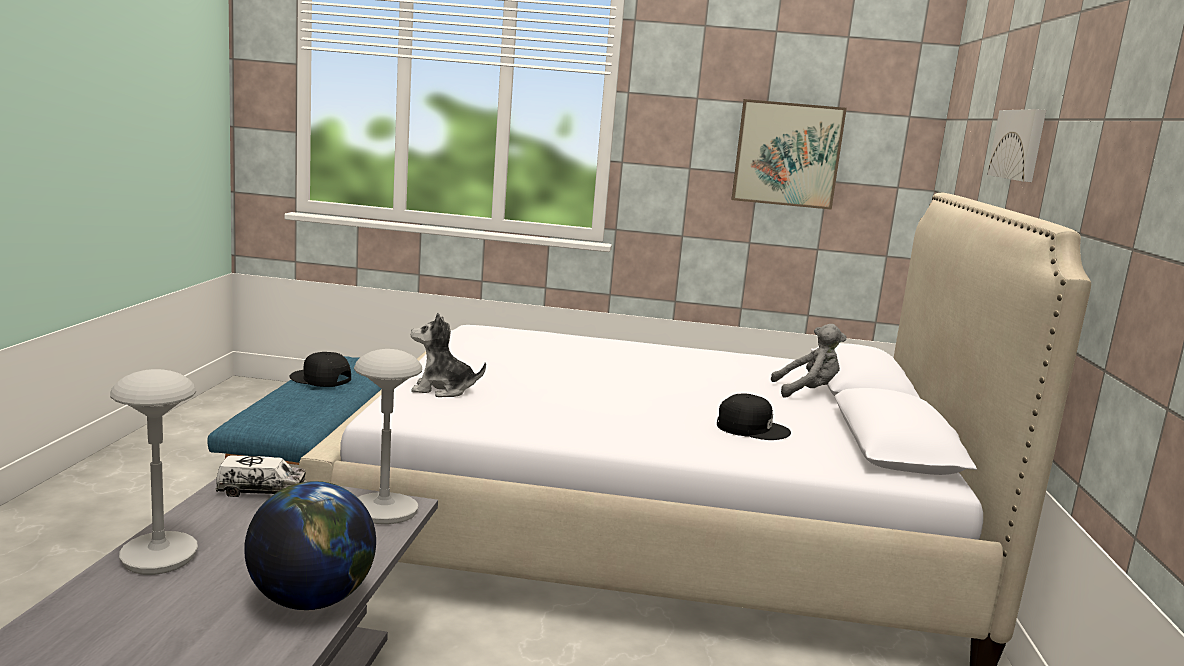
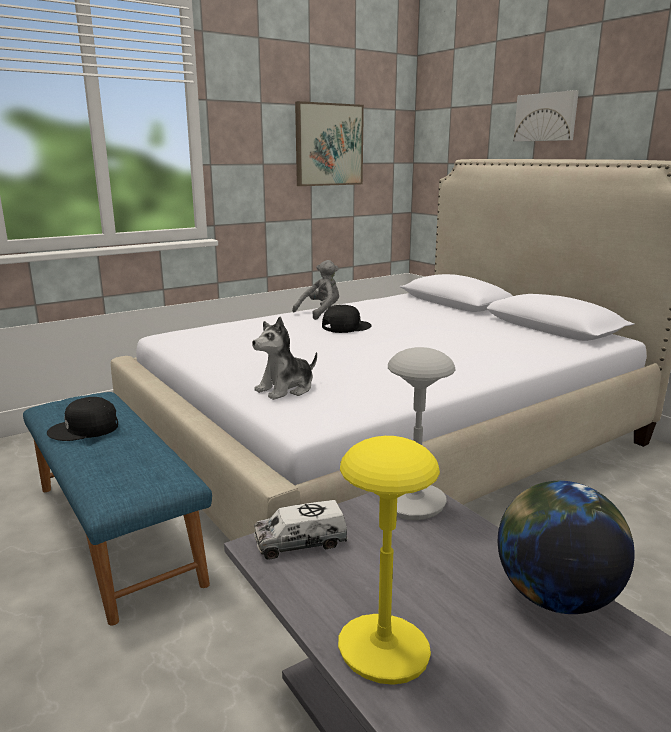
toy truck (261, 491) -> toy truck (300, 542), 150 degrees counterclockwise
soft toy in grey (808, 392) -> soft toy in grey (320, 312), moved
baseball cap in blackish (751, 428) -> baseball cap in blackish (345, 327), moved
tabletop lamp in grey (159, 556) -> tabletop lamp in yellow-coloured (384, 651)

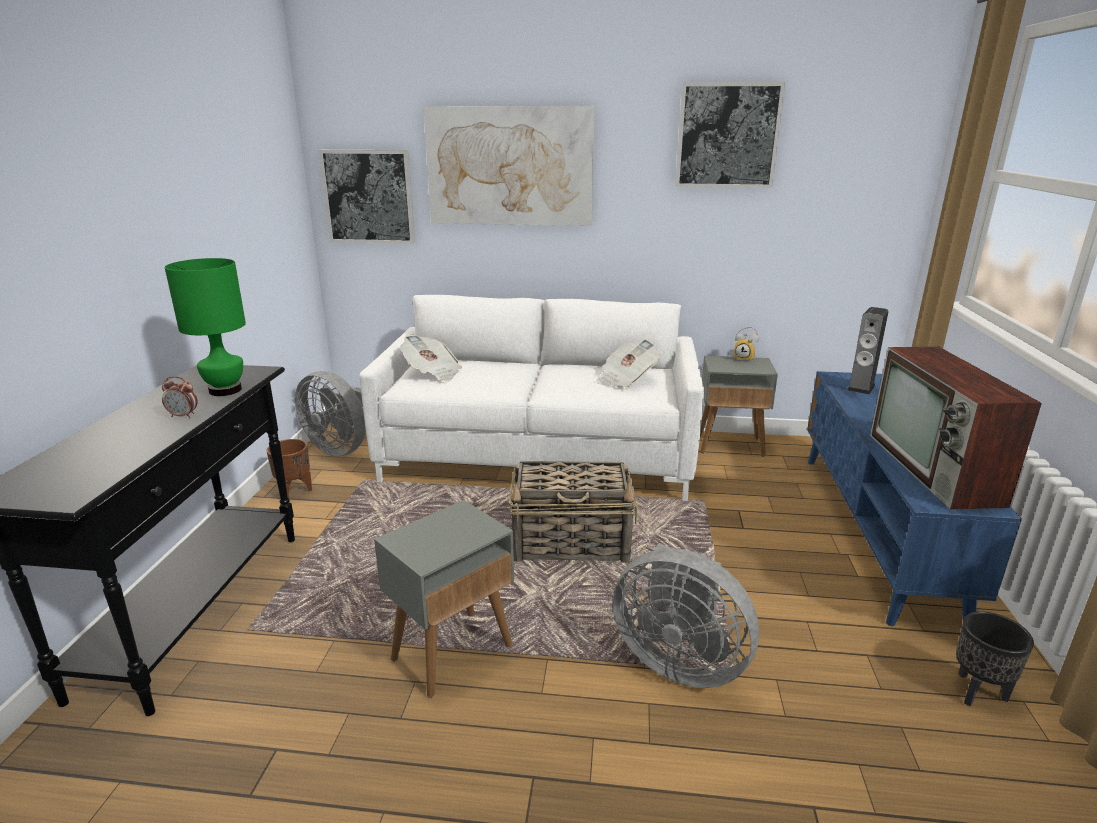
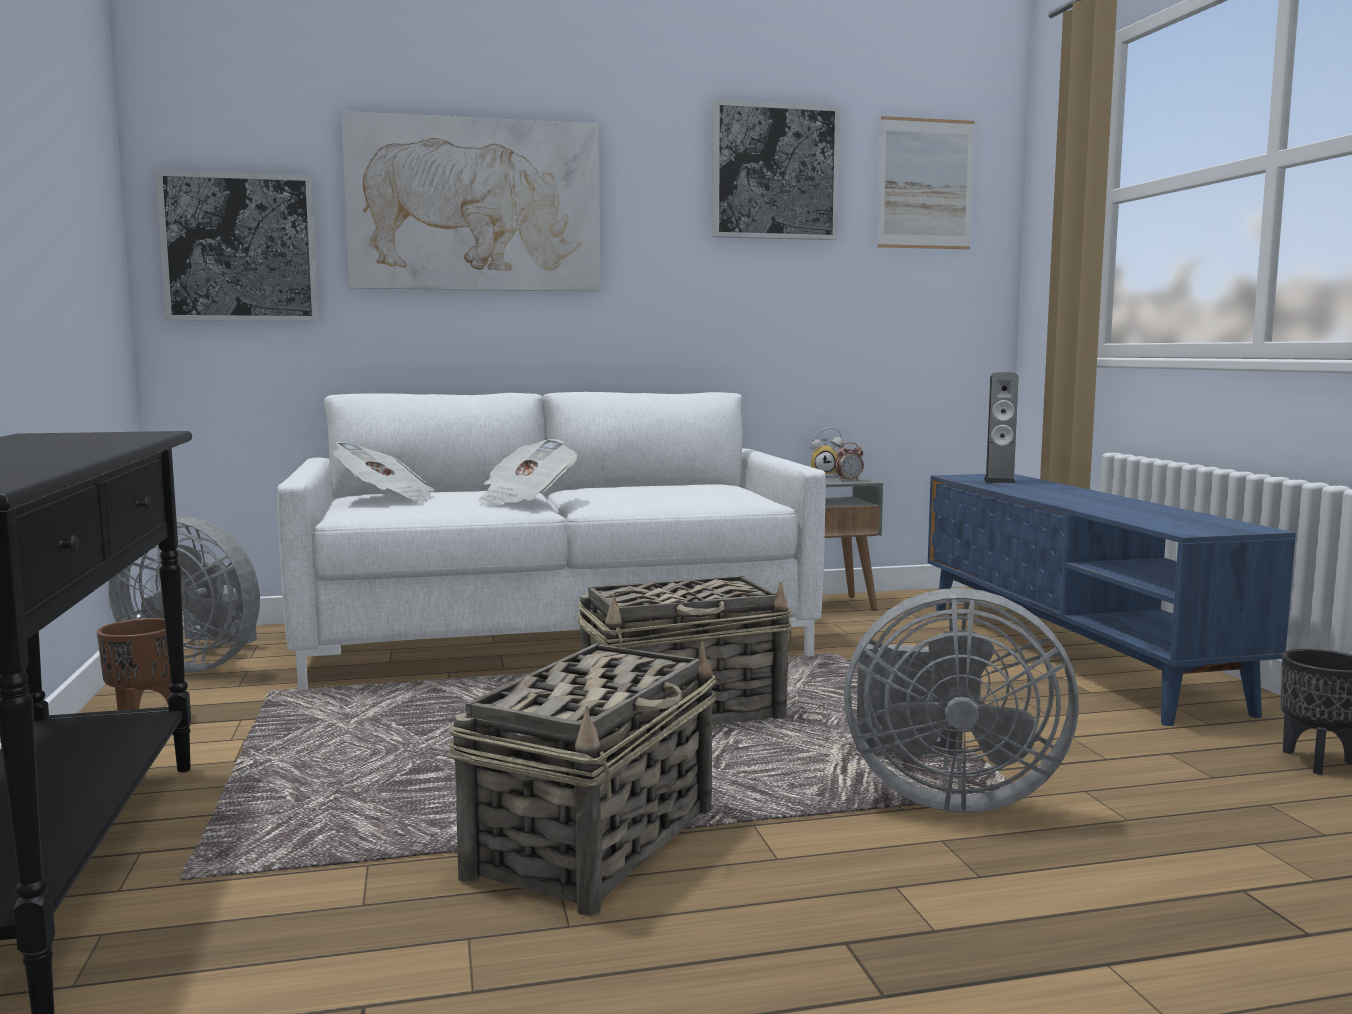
end table in grey (453, 651) -> storage basket (595, 842)
printed paper (626, 379) -> printed paper (525, 499), moved
alarm clock (183, 416) -> alarm clock (849, 480), moved
none -> picture (925, 184)
tabletop lamp in green (226, 390) -> none
television (935, 469) -> none

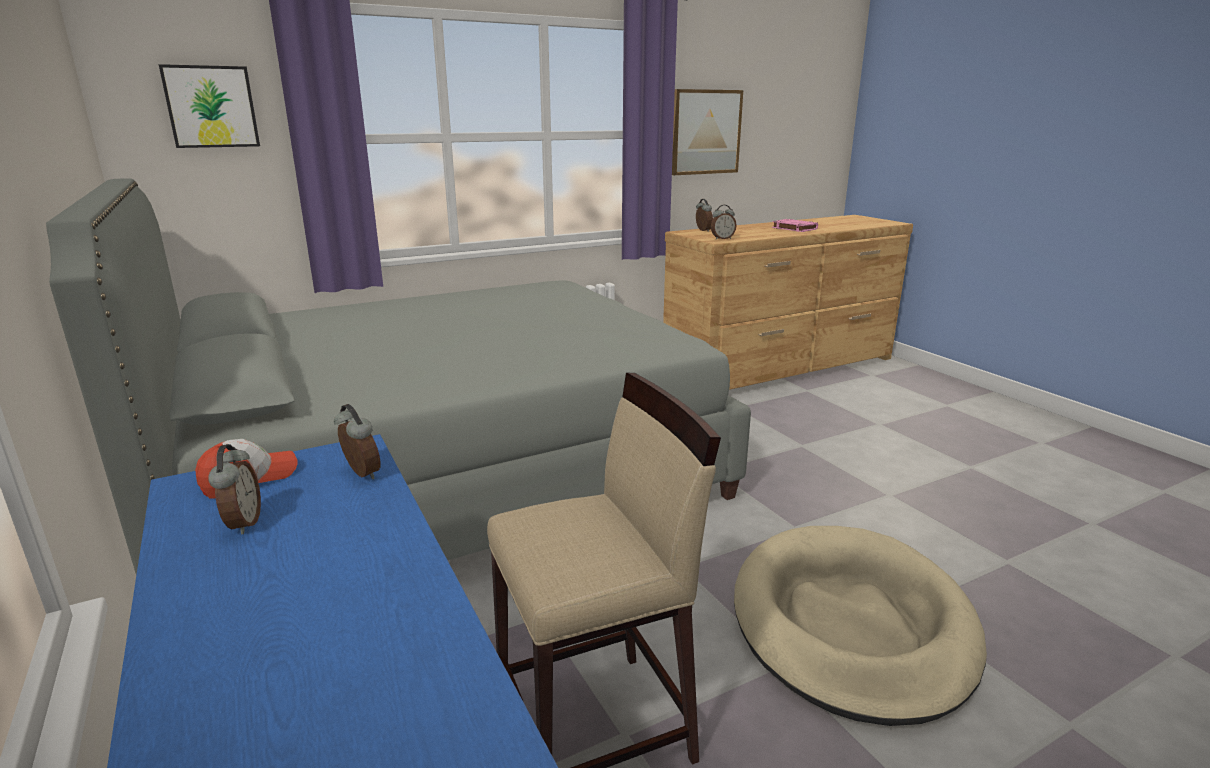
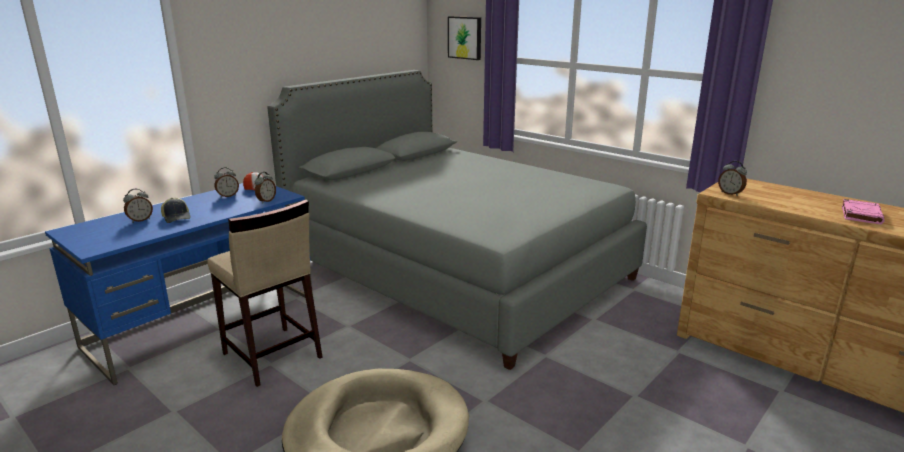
alarm clock (702, 230) -> alarm clock (140, 220), moved
none -> baseball cap (177, 217)
picture (705, 132) -> none

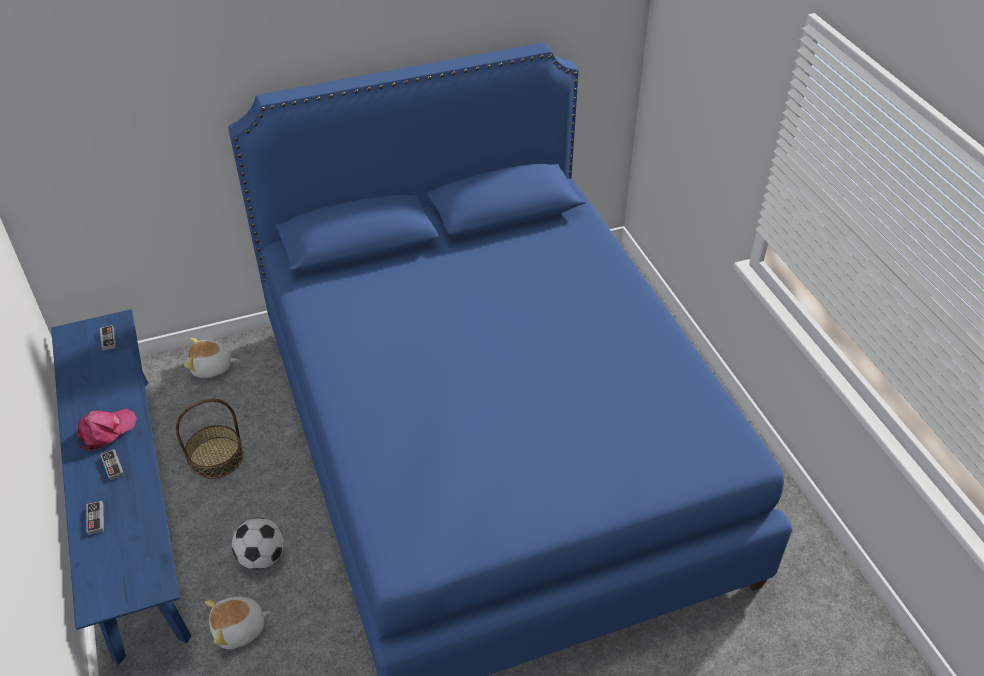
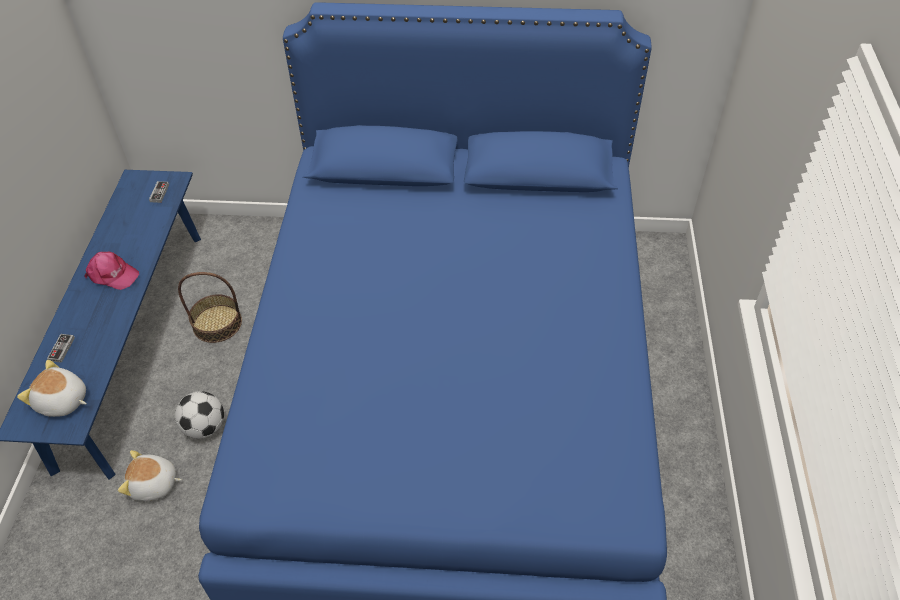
soft toy (211, 368) -> soft toy (62, 401), moved
baseball cap in pinkish (106, 431) -> baseball cap in pinkish (112, 274), 45 degrees clockwise
game controller (112, 466) -> none

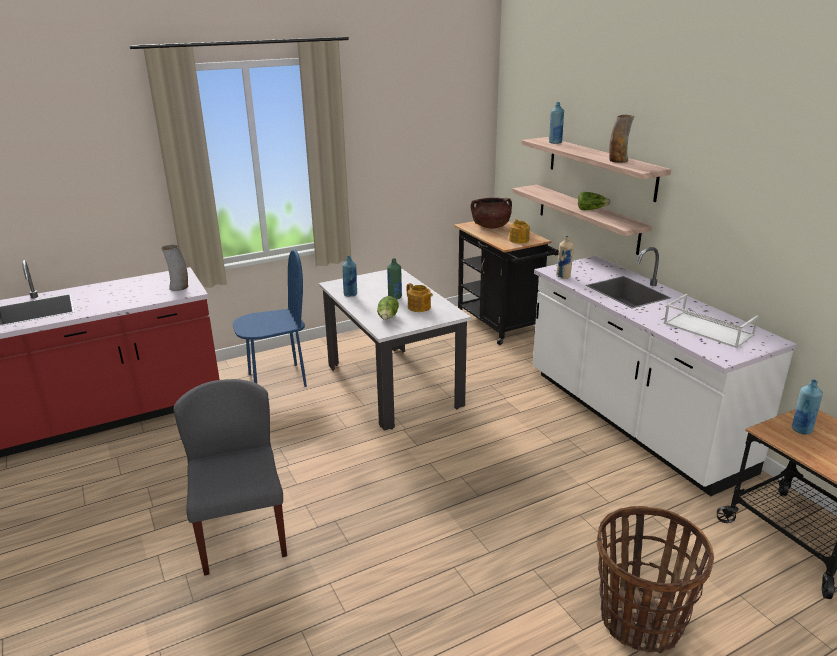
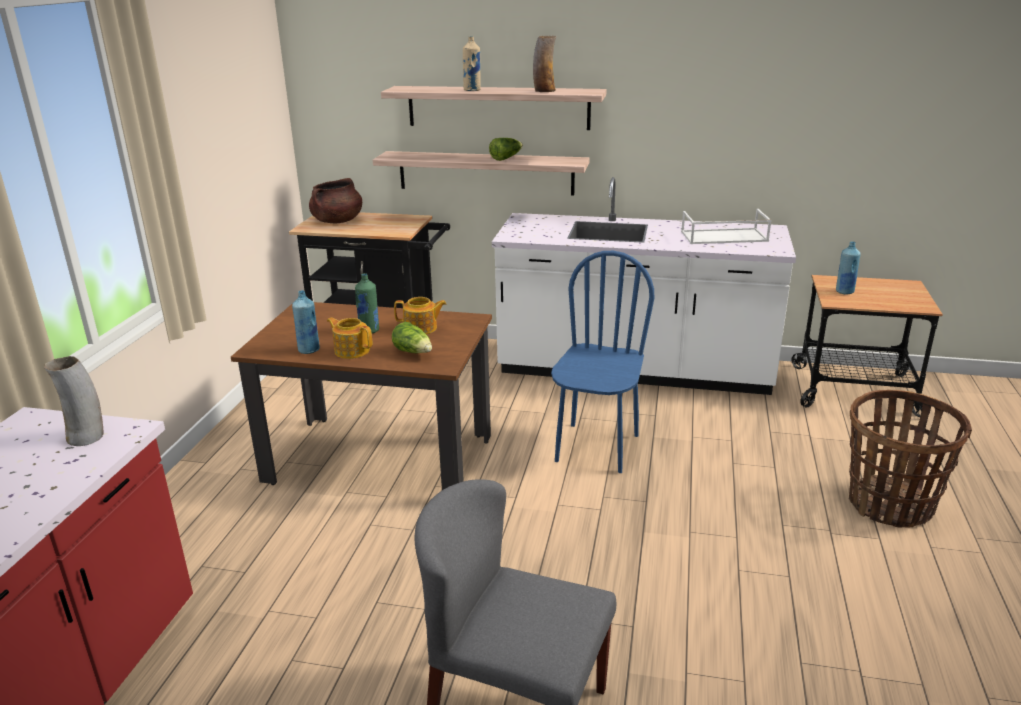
dinner table in white-coloured (393, 385) -> dinner table in brown (380, 459)
pot for tea (519, 240) -> pot for tea (351, 350), moved
drink bottle in sand-coloured (563, 276) -> drink bottle in sand-coloured (472, 90), moved
upright chair in blue (277, 379) -> upright chair in blue (596, 448), moved
drink bottle in blue (555, 142) -> none

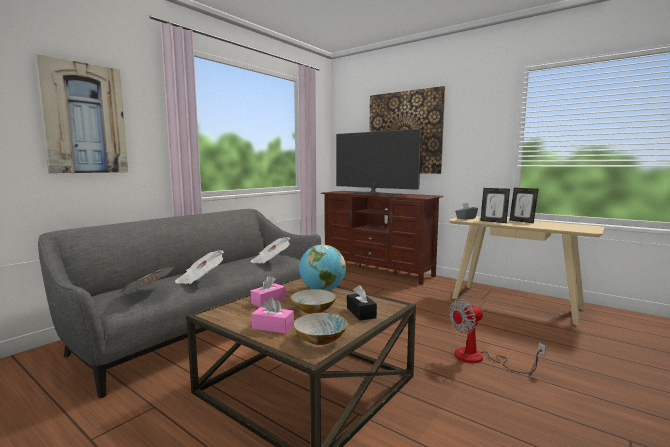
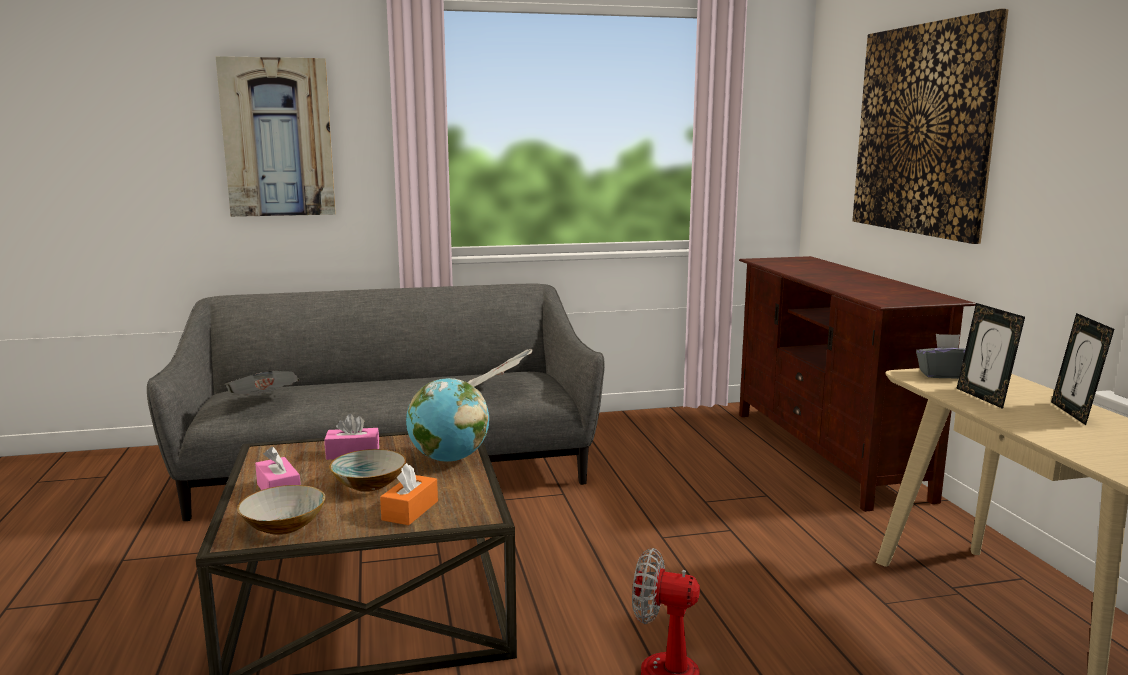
box of tissues in blackish (361, 313) -> box of tissues in orangey (410, 510)
printed paper (200, 279) -> none
television (374, 194) -> none

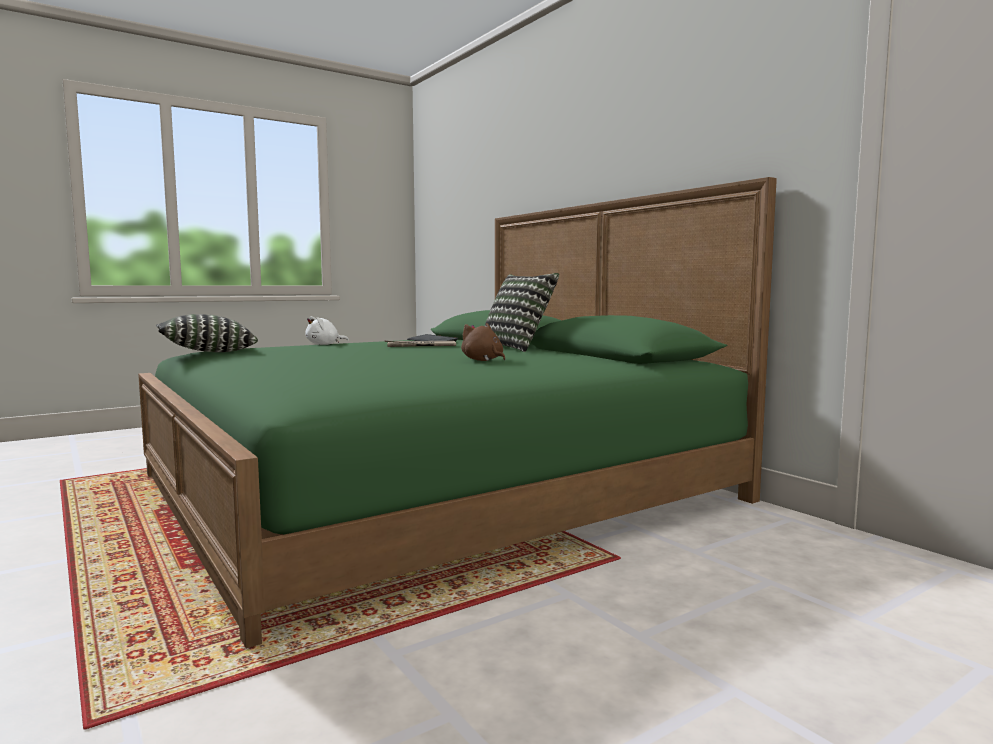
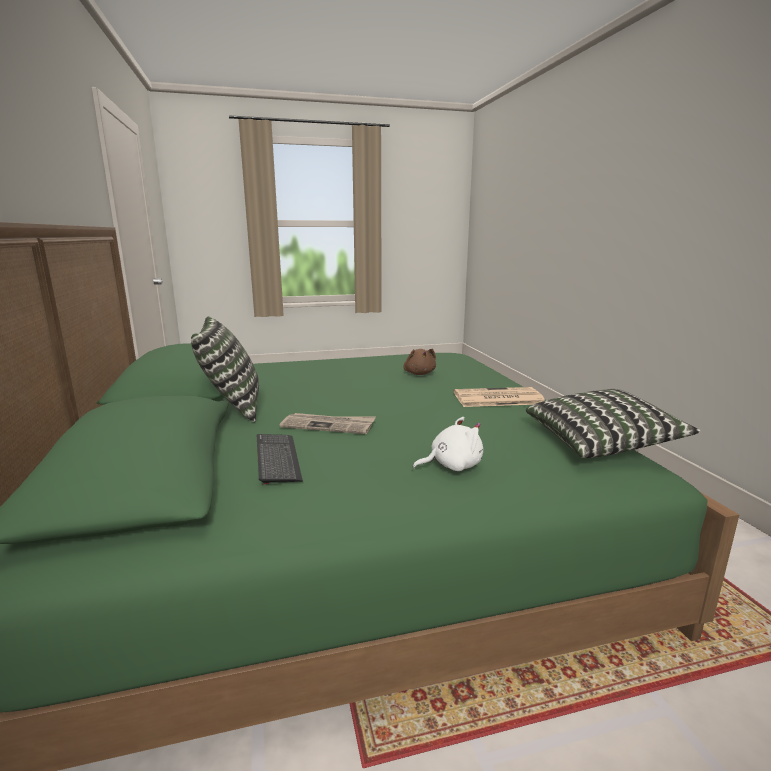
soft toy in brown (483, 360) -> soft toy in brown (419, 373), moved
none -> printed paper (497, 398)

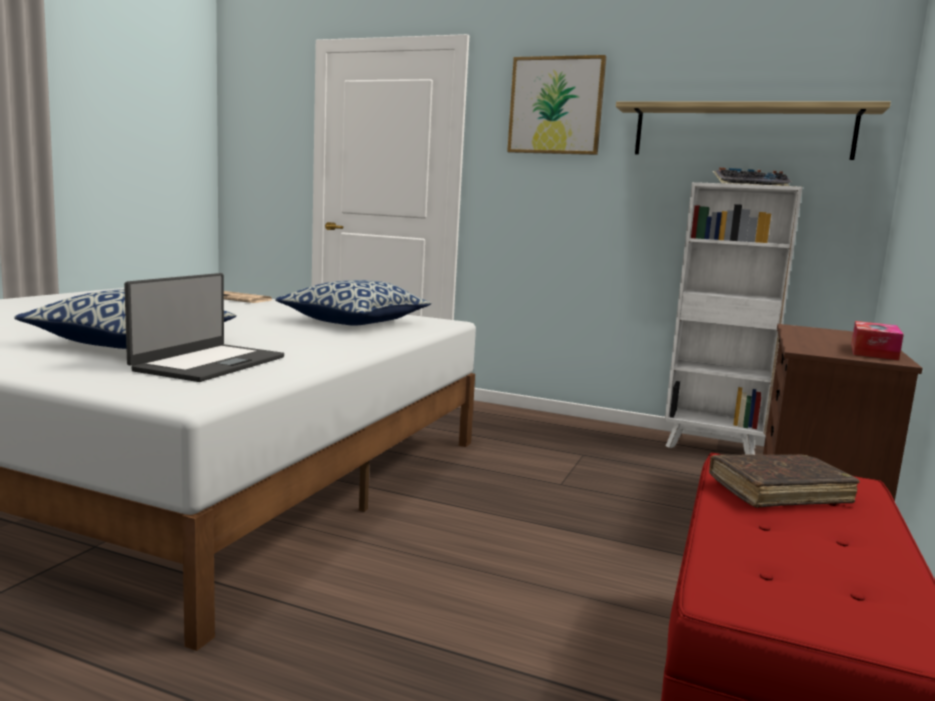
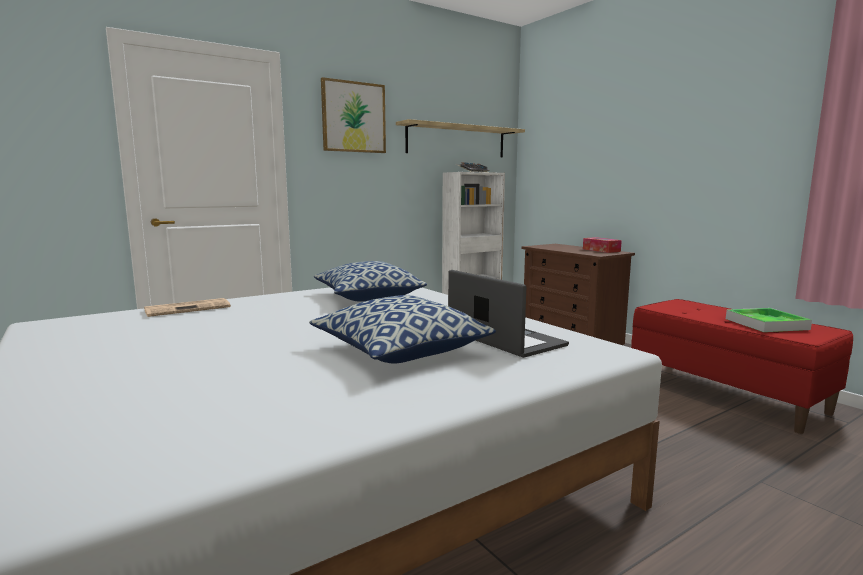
none -> tray (766, 324)
volume in brown (779, 492) -> none

